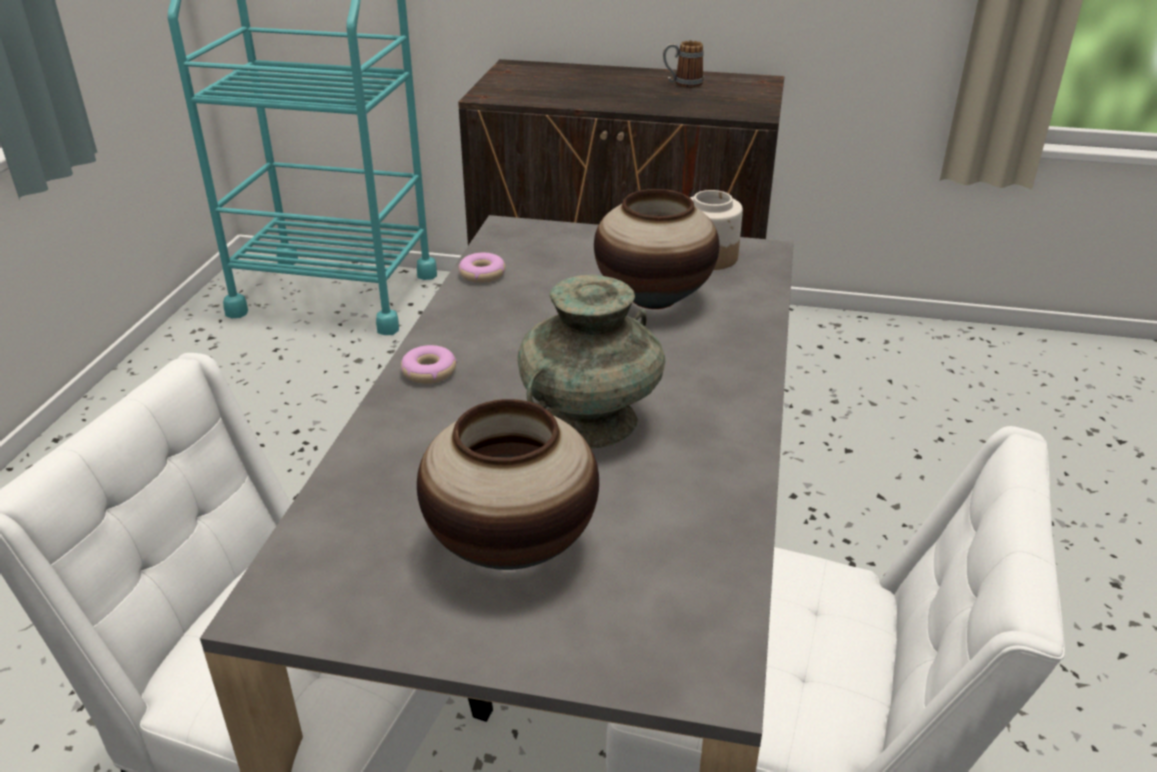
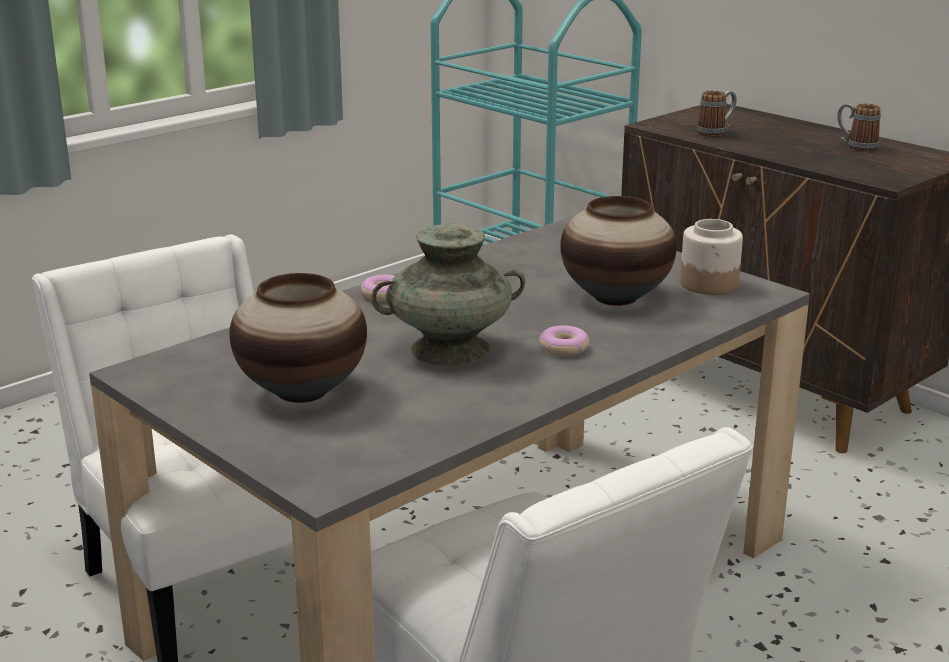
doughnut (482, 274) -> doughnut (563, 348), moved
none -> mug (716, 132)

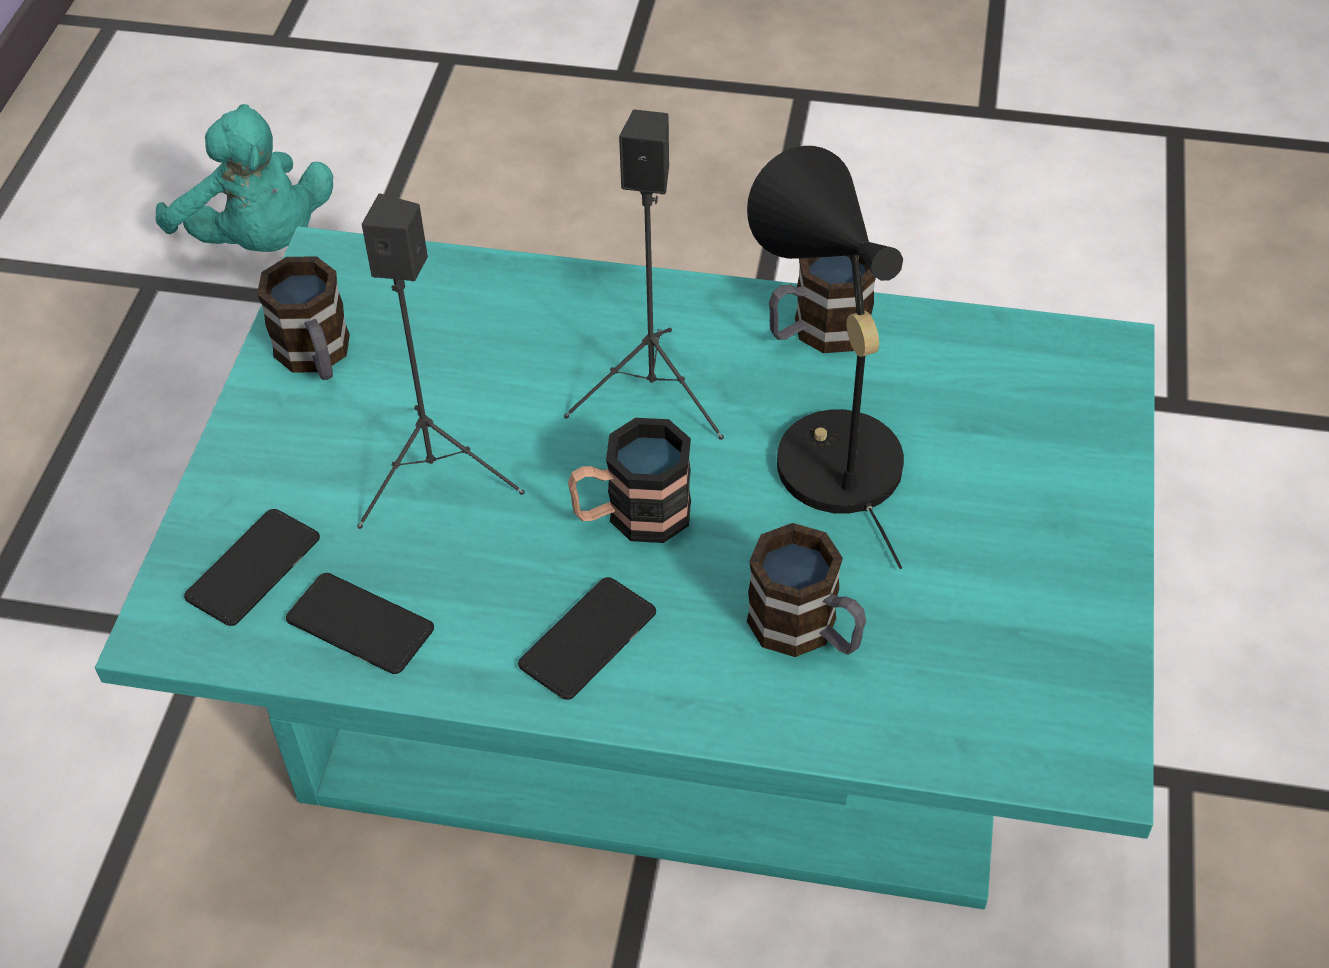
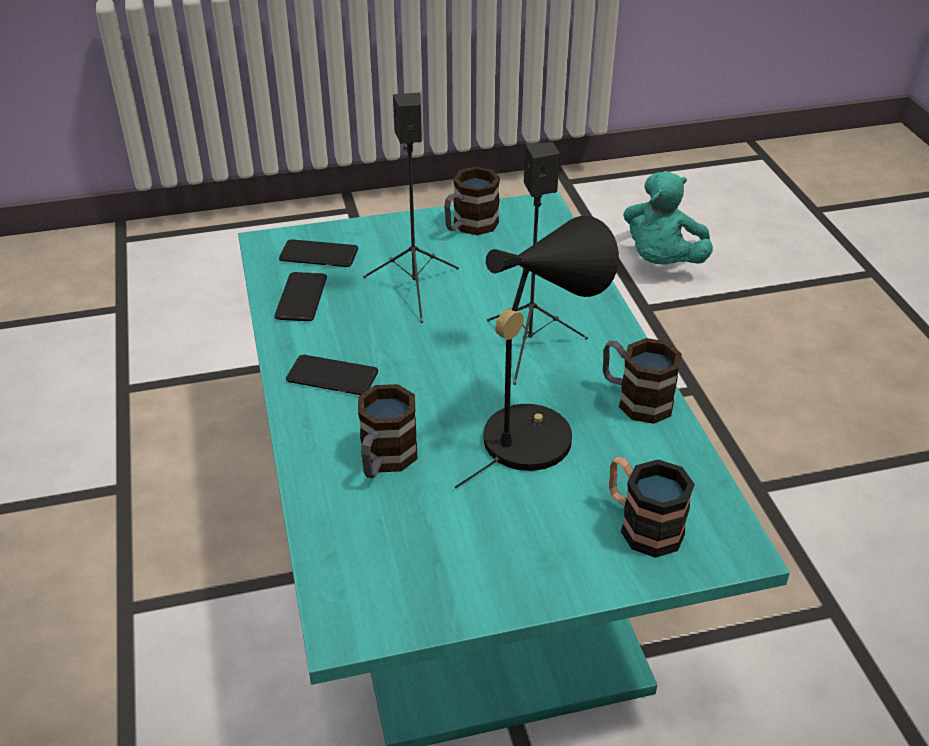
mug (632, 515) -> mug (641, 524), moved

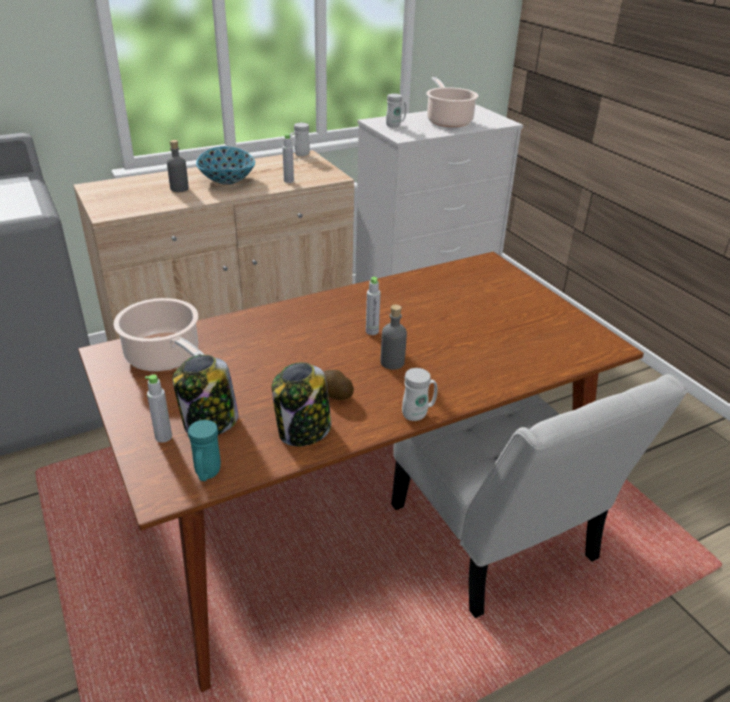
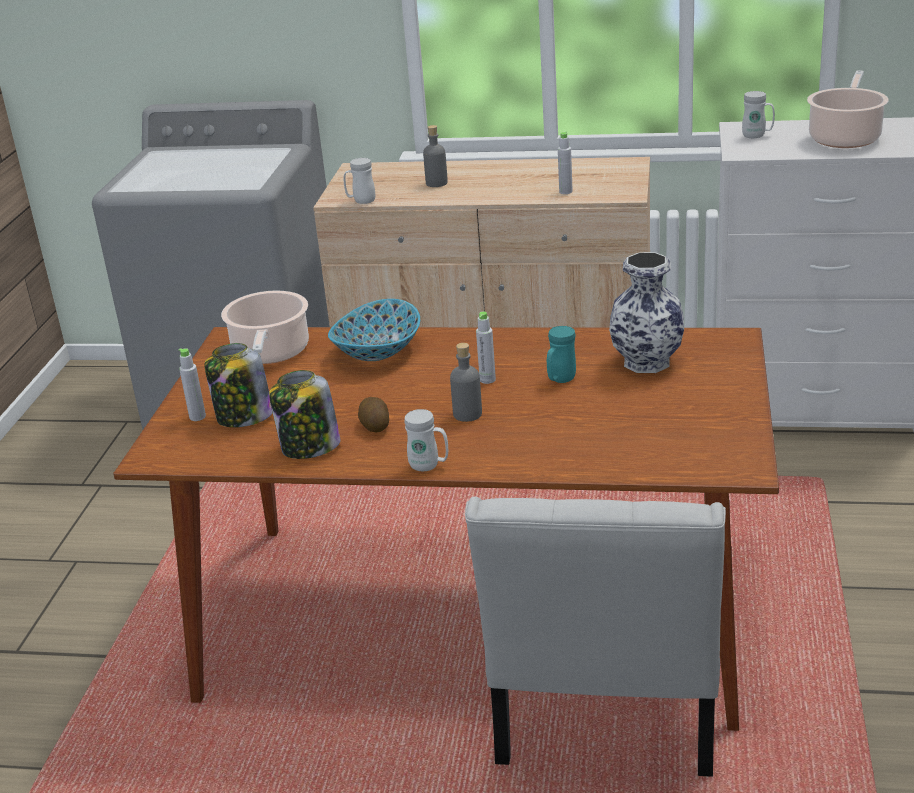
deep dish (227, 179) -> deep dish (378, 352), moved
mug in white-coloured (299, 155) -> mug in white-coloured (361, 201), moved
mug in turquoise (207, 475) -> mug in turquoise (560, 380), moved
none -> vase (646, 361)

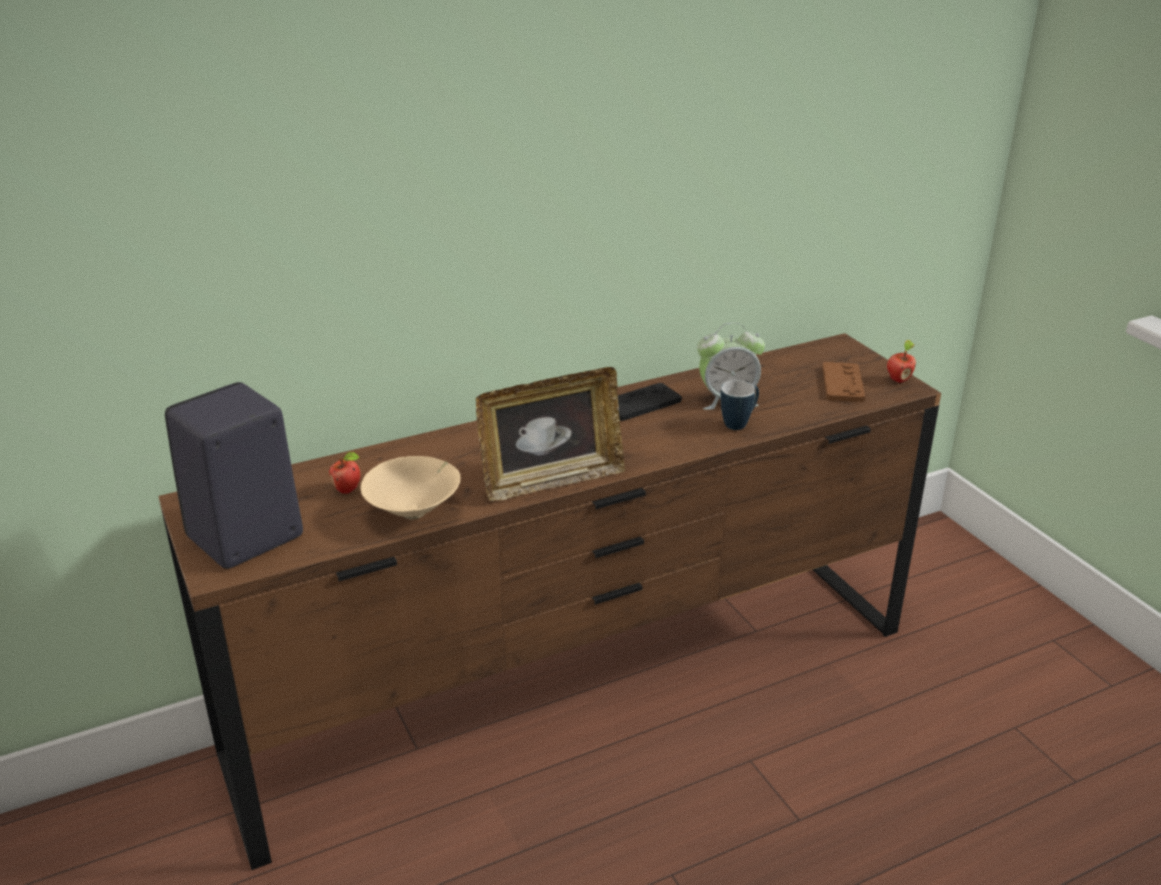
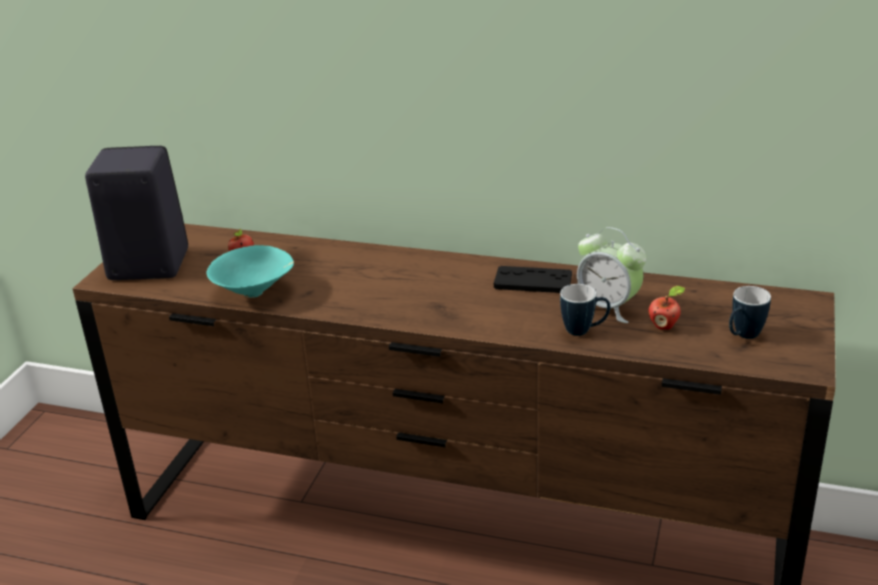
deep dish in sand-coloured (415, 512) -> deep dish in turquoise (255, 293)
whole apple (898, 379) -> whole apple (664, 326), moved
game controller in brown (842, 383) -> mug (743, 336)
photo frame (551, 480) -> none

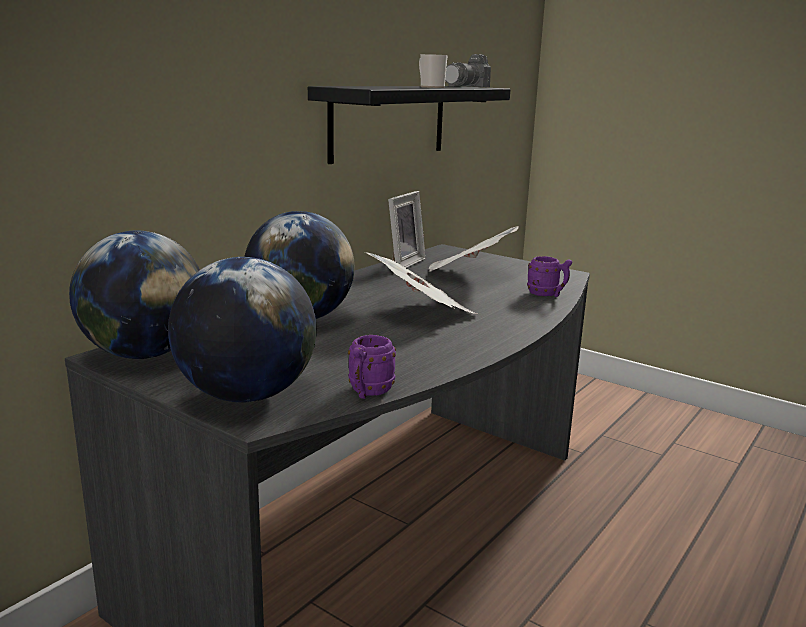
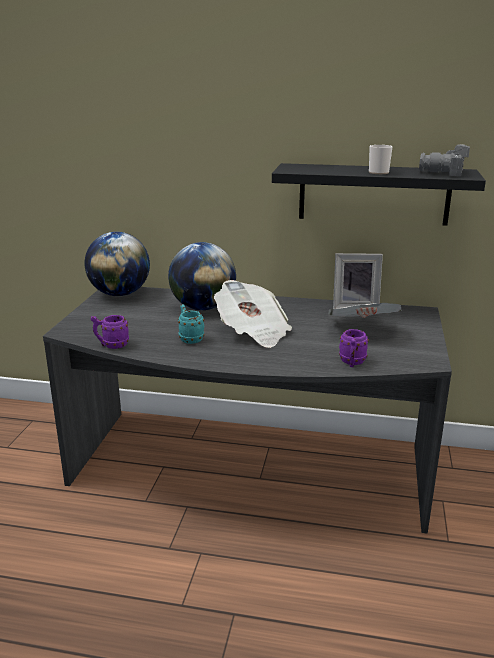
none -> mug in turquoise (189, 338)
globe (246, 395) -> none

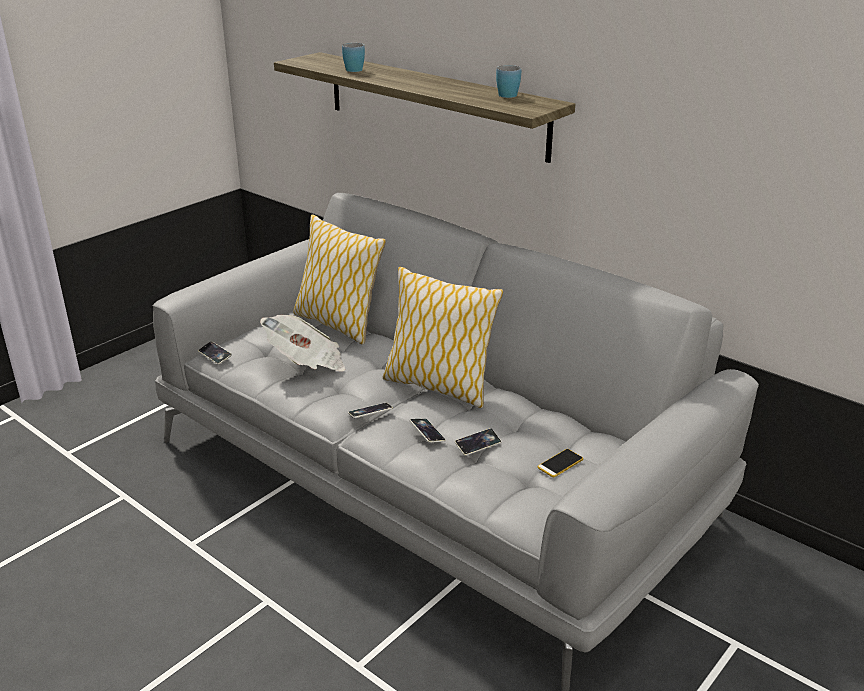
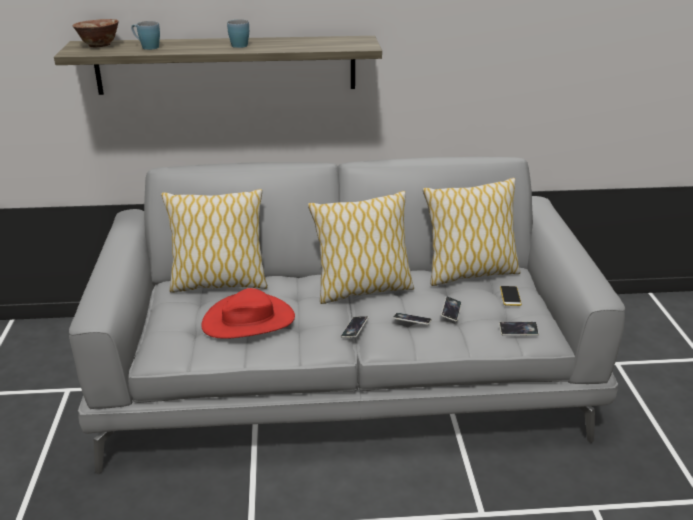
none -> deep dish (99, 45)
printed paper (306, 362) -> clothing hat in red-coloured (248, 320)
mug in blue (508, 94) -> mug in blue (237, 45), moved
none -> cushion (469, 273)
handset (215, 355) -> handset (518, 330), moved

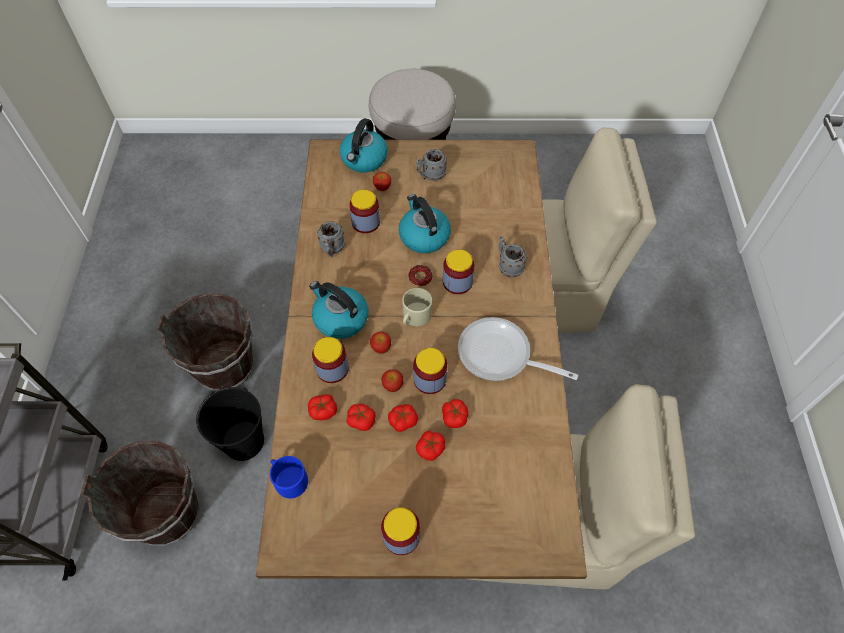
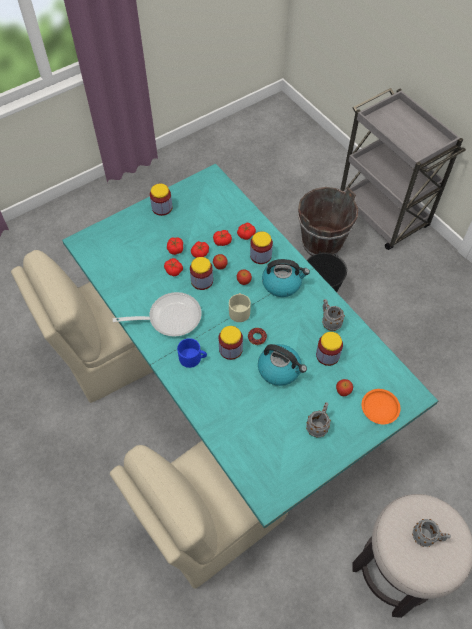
dinner table in brown (422, 404) -> dinner table in turquoise (234, 380)
mug in blue (288, 479) -> mug in blue (193, 358), moved
water kettle (364, 159) -> dinner plate in orangey (380, 408)
mug in grey (508, 266) -> mug in grey (427, 537), moved
pail in brown (225, 366) -> none

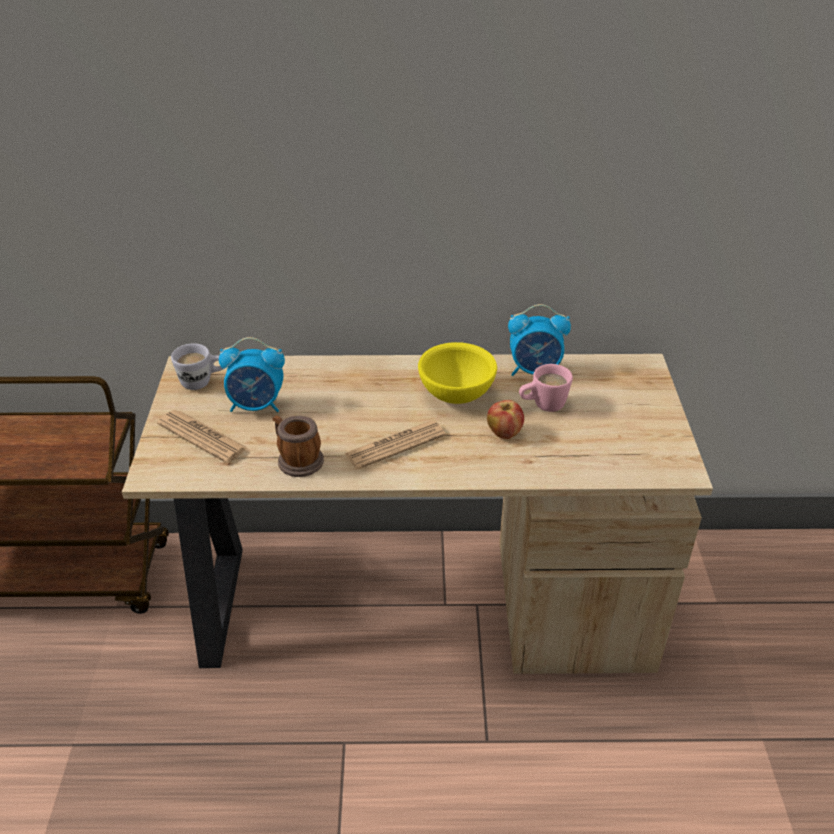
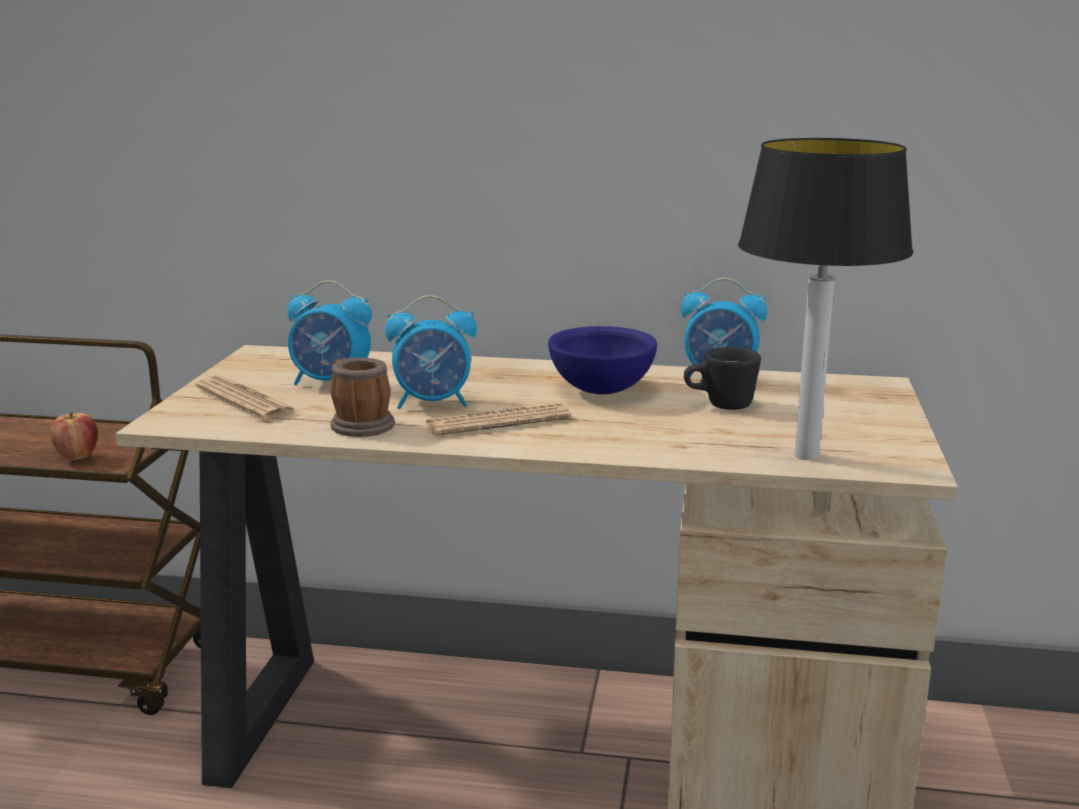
whole apple (504, 433) -> whole apple (77, 456), moved
none -> alarm clock (433, 403)
deep dish in yellow-coloured (457, 395) -> deep dish in blue (603, 390)
mug in pinkish (542, 405) -> mug in blackish (719, 405)
none -> tabletop lamp (807, 455)
mug in white-coloured (203, 382) -> none

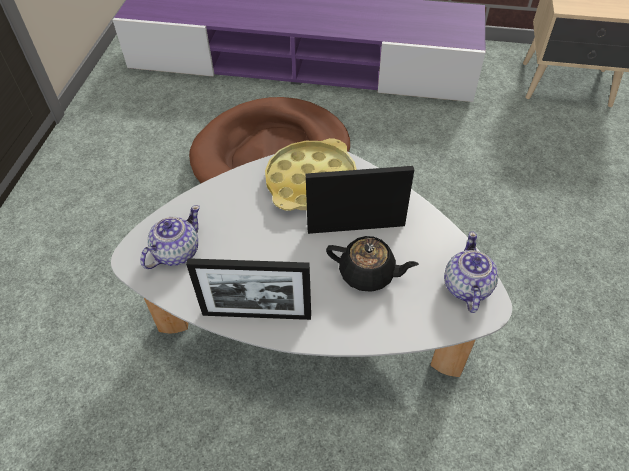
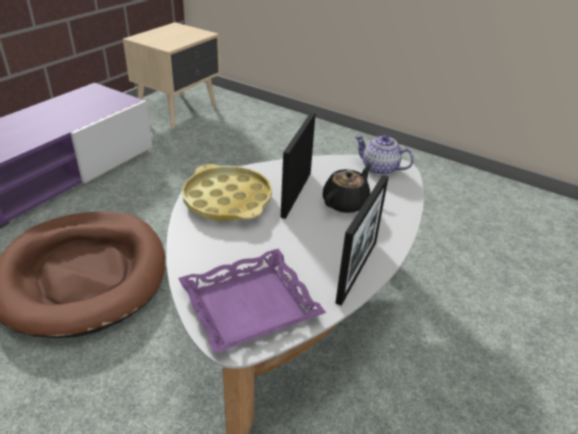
pot for tea (176, 252) -> tray in purple-coloured (250, 306)

